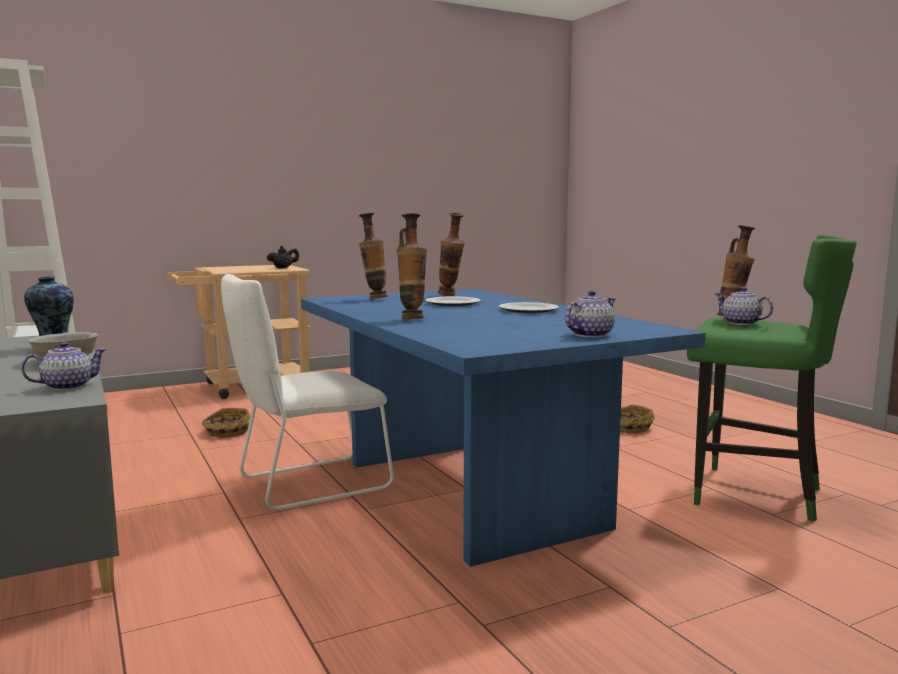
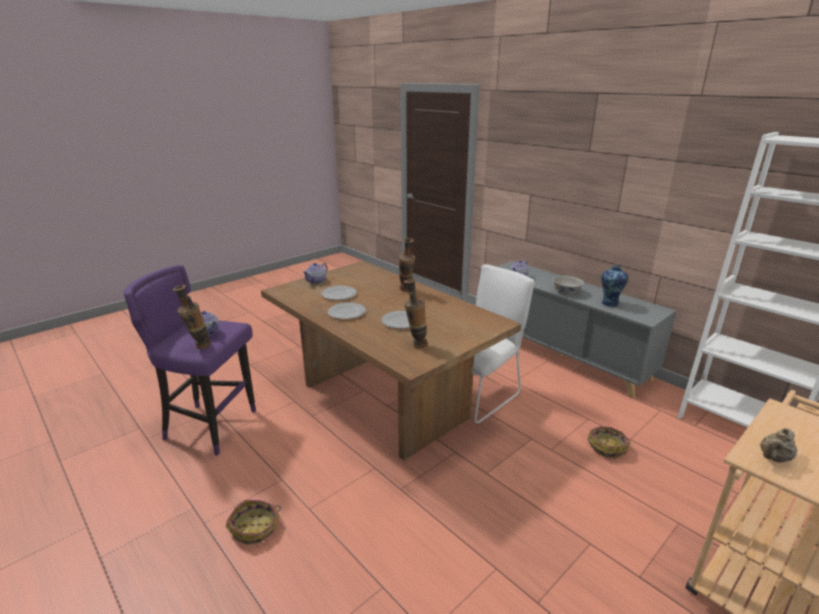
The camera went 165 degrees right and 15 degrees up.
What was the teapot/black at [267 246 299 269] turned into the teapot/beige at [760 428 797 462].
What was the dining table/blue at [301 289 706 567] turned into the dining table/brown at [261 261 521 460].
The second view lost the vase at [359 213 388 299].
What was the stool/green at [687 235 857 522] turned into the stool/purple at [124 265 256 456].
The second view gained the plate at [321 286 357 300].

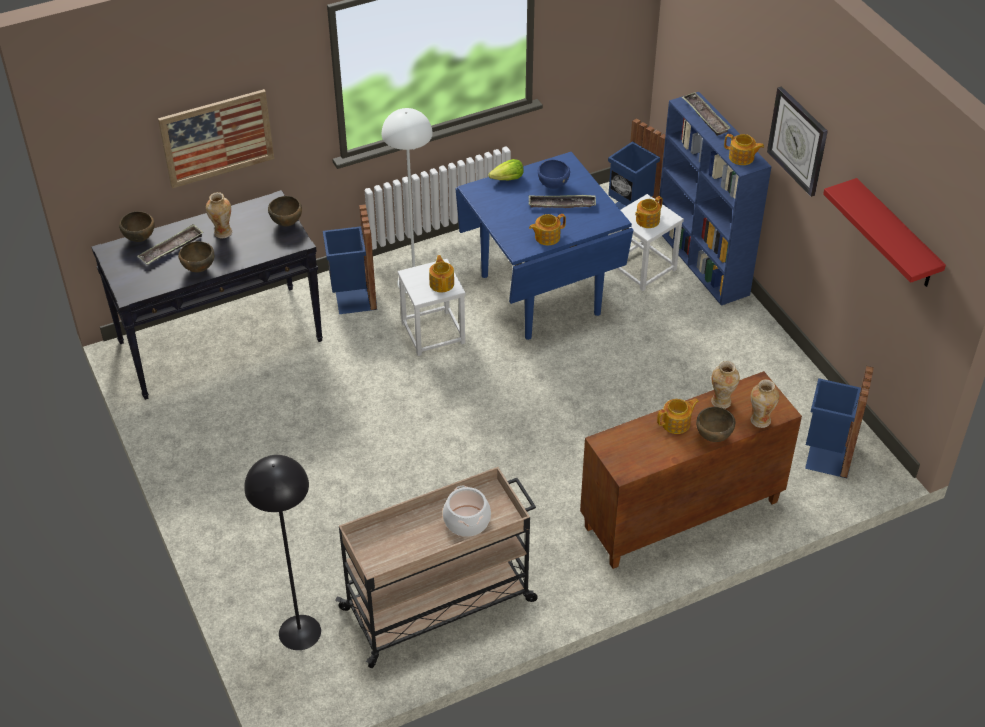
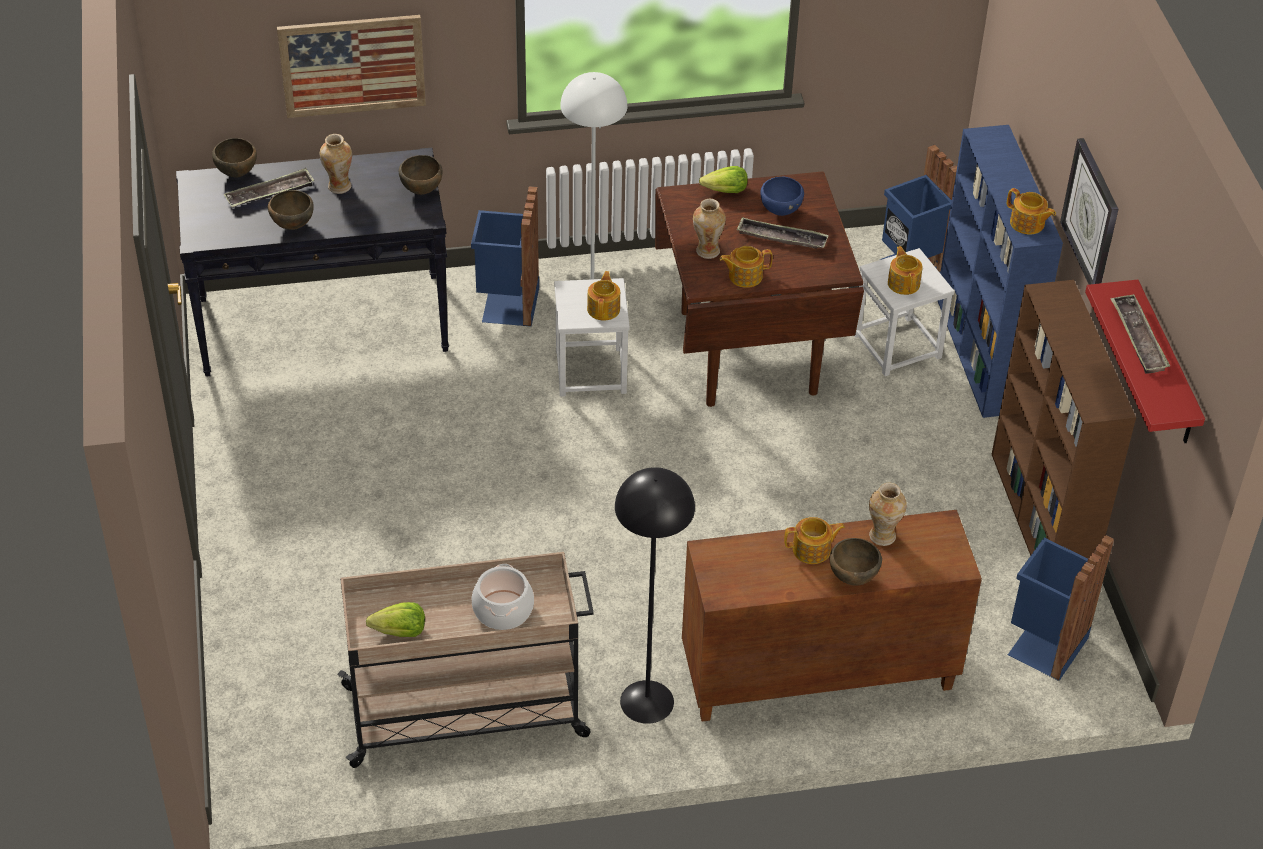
The camera went 15 degrees right and 0 degrees up.
The floor lamp/black ended up elsewhere, having gone from [244 455 321 650] to [615 467 695 724].
What was the dining table/blue at [455 152 633 340] turned into the dining table/brown at [655 171 864 407].
The teapot at [635 196 663 228] ended up facing another way, 105 degrees clockwise from before.
The tray ended up elsewhere, having gone from [682 92 730 136] to [1110 294 1170 374].
The vase ended up elsewhere, having gone from [751 379 779 428] to [693 198 726 259].
The second view gained the lettuce at [366 602 425 637].
The second view gained the bookcase/brown at [991 280 1136 558].

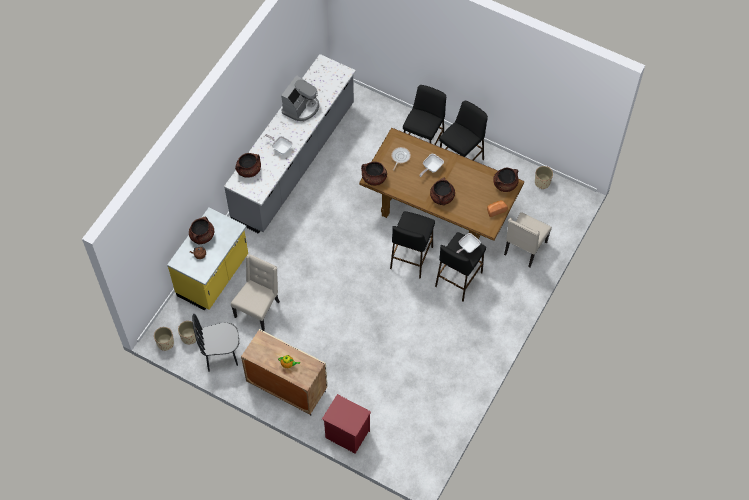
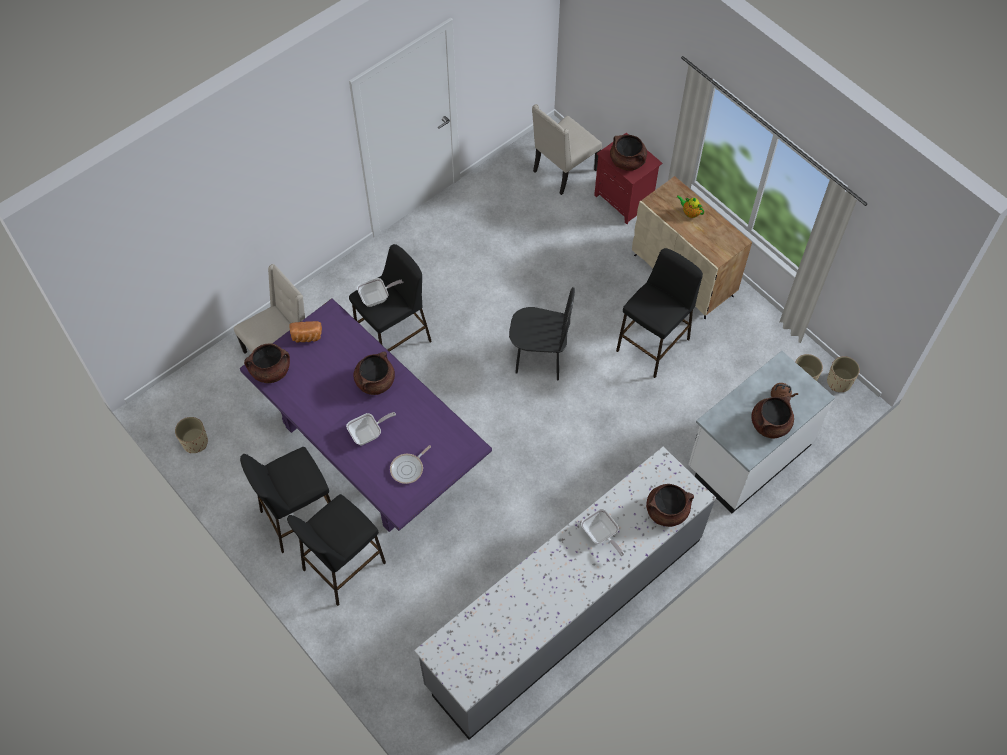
The camera went 160 degrees left and 0 degrees up.
What was the counter/yellow at [167 207 248 310] turned into the counter/white at [688 351 835 513].
The chair/black ended up elsewhere, having gone from [192 314 239 371] to [509 287 575 380].
The chair/beige ended up elsewhere, having gone from [231 254 280 331] to [532 104 602 195].
The second view lost the coffee machine at [281 75 319 121].
What was the dining table/brown at [359 128 524 241] turned into the dining table/purple at [240 298 492 532].
The cooking pot/brown ended up elsewhere, having gone from [361 161 387 186] to [610 135 647 171].
The stool/black ended up elsewhere, having gone from [390 211 435 279] to [616 248 703 378].

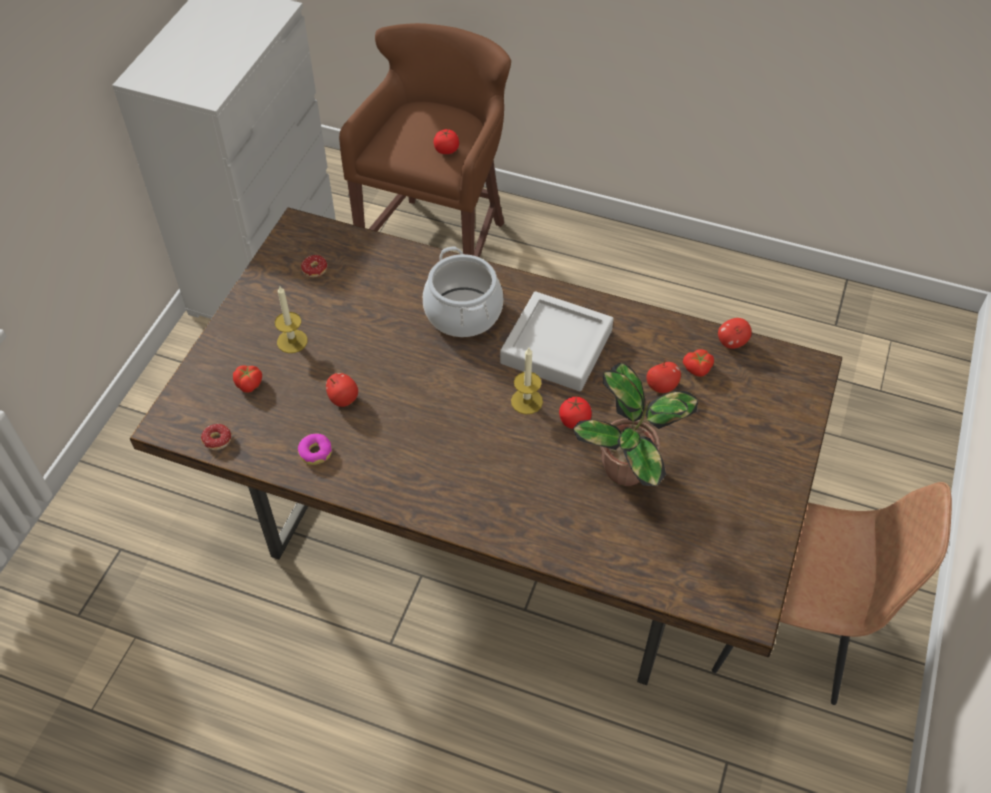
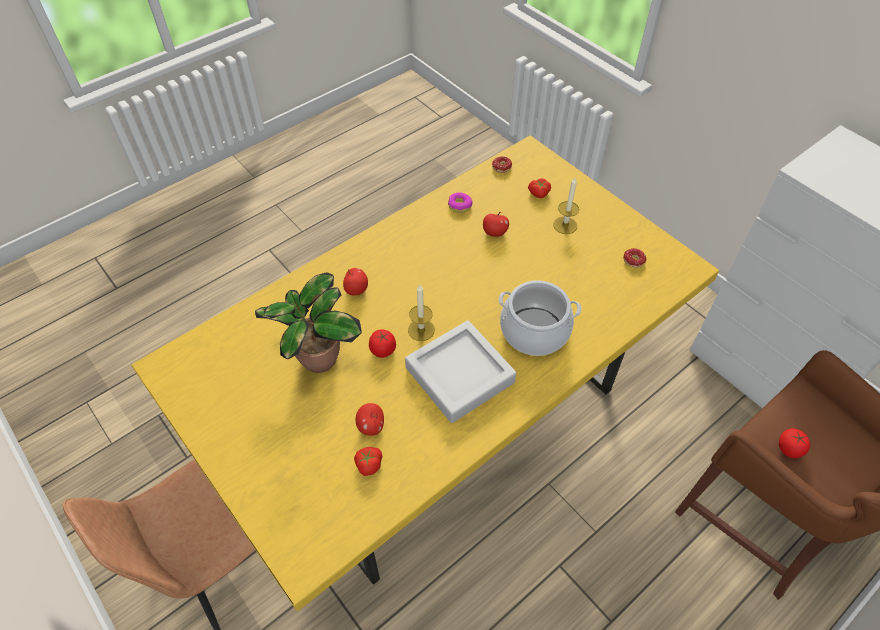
The camera went 120 degrees right and 0 degrees up.
What was the dining table/brown at [130 207 842 685] turned into the dining table/yellow at [132 135 719 611].
The apple ended up elsewhere, having gone from [718 318 752 349] to [343 268 368 296].

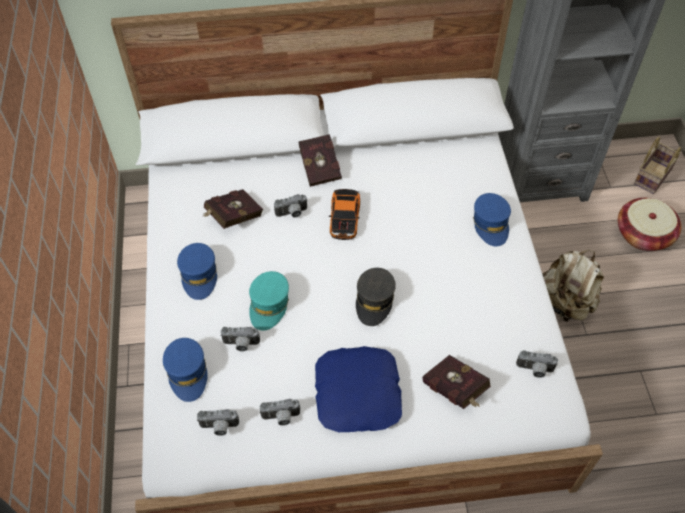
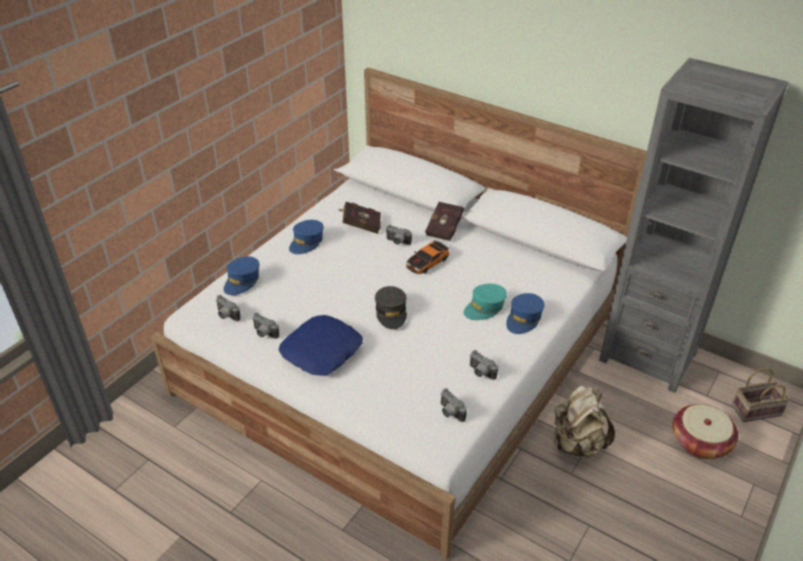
The camera went 40 degrees right and 15 degrees down.
The photo camera ended up elsewhere, having gone from [220 327 260 352] to [470 350 498 380].
The cap/turquoise ended up elsewhere, having gone from [249 271 289 331] to [464 284 507 320].
The cap/grey at [356 268 396 326] ended up facing another way, 60 degrees counterclockwise from before.
The second view lost the book/red at [422 355 491 409].

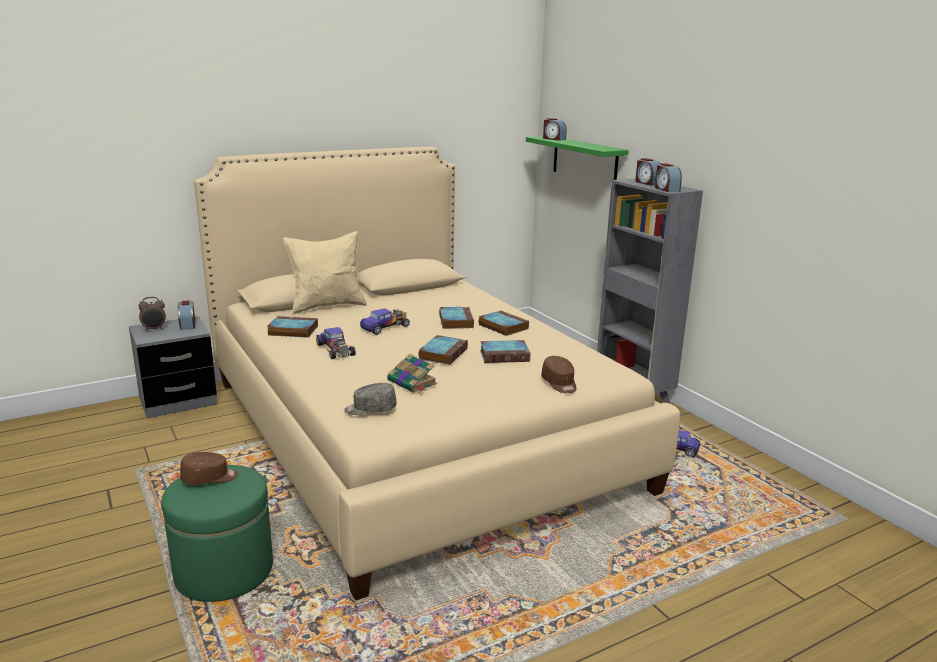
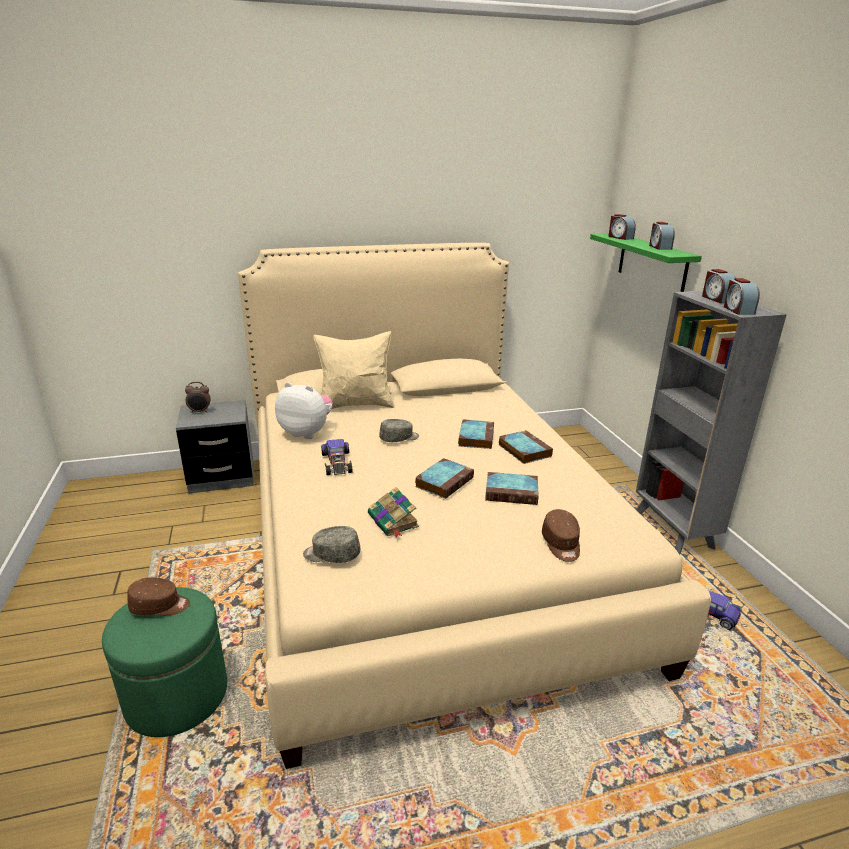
The camera went 15 degrees right and 5 degrees up.
The alarm clock ended up elsewhere, having gone from [178 301 195 330] to [649 222 675 250].
Where the book stood at [267 316 318 338], the plush toy came to stand at [275 382 333 439].
Where the toy car stood at [360 309 410 335], the cap/grey came to stand at [379 419 419 442].

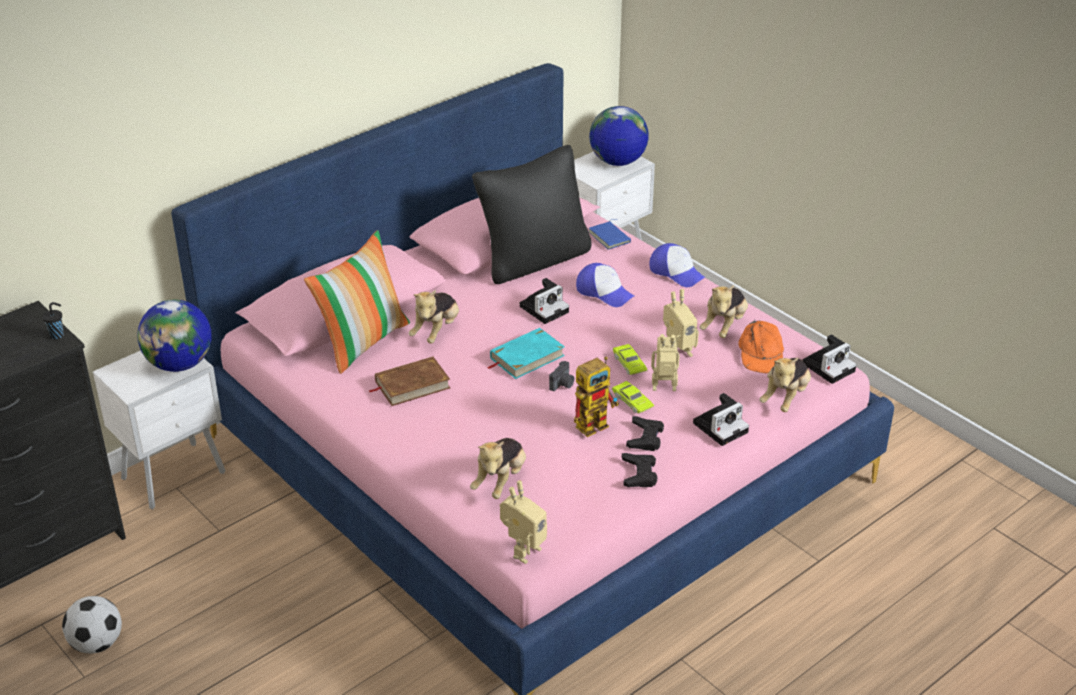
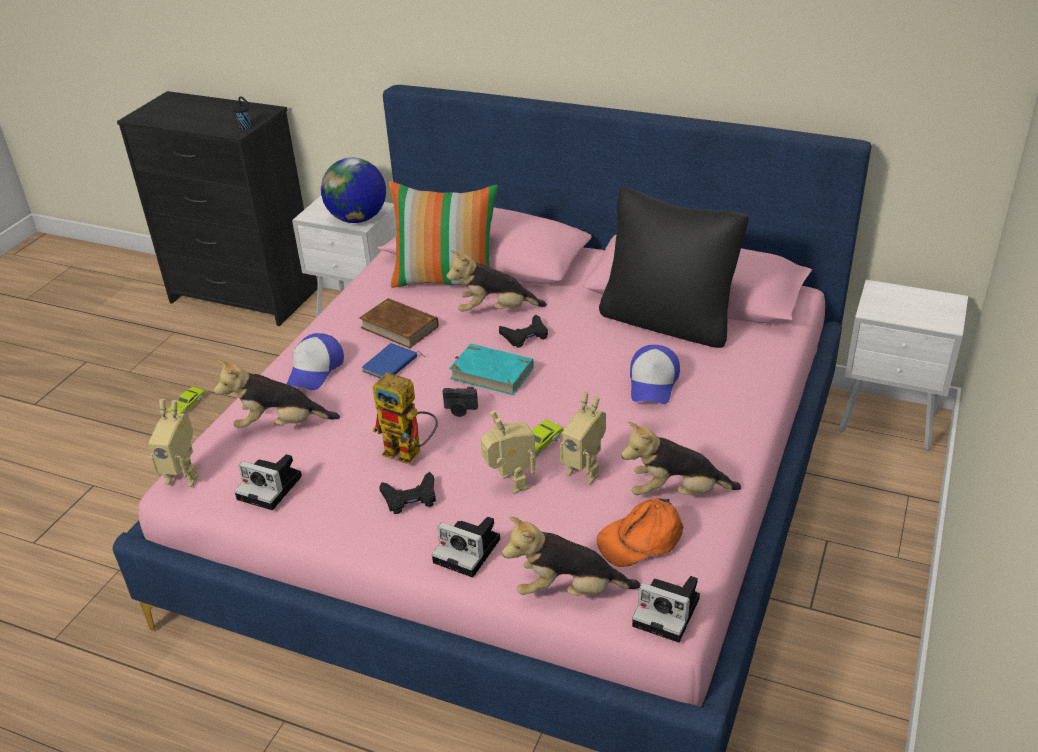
The camera went 65 degrees right and 0 degrees up.
The second view lost the football at [62 596 122 653].
The photo camera ended up elsewhere, having gone from [520 278 569 324] to [234 454 302 510].
The book/blue ended up elsewhere, having gone from [588 220 631 250] to [362 343 425 378].
The second view lost the globe at [589 106 649 166].
The toy car/green ended up elsewhere, having gone from [612 381 654 413] to [167 387 206 414].
The game controller/black ended up elsewhere, having gone from [622 453 658 487] to [499 315 548 348].
The cap ended up elsewhere, having gone from [649 243 706 287] to [287 333 344 390].

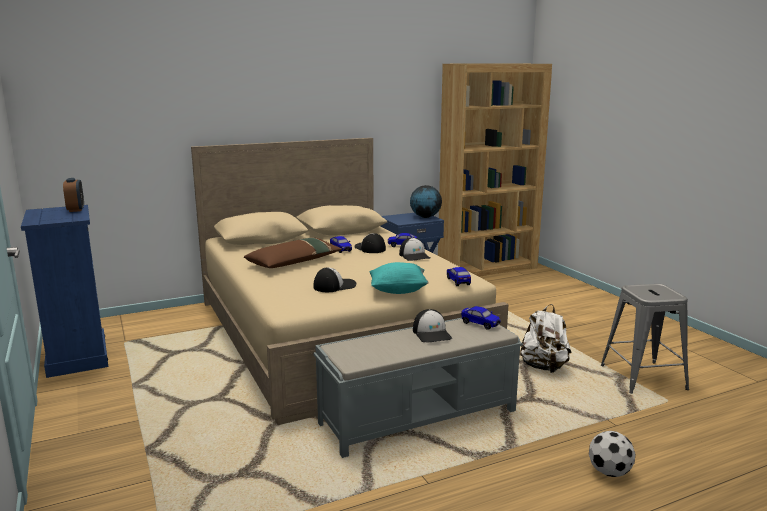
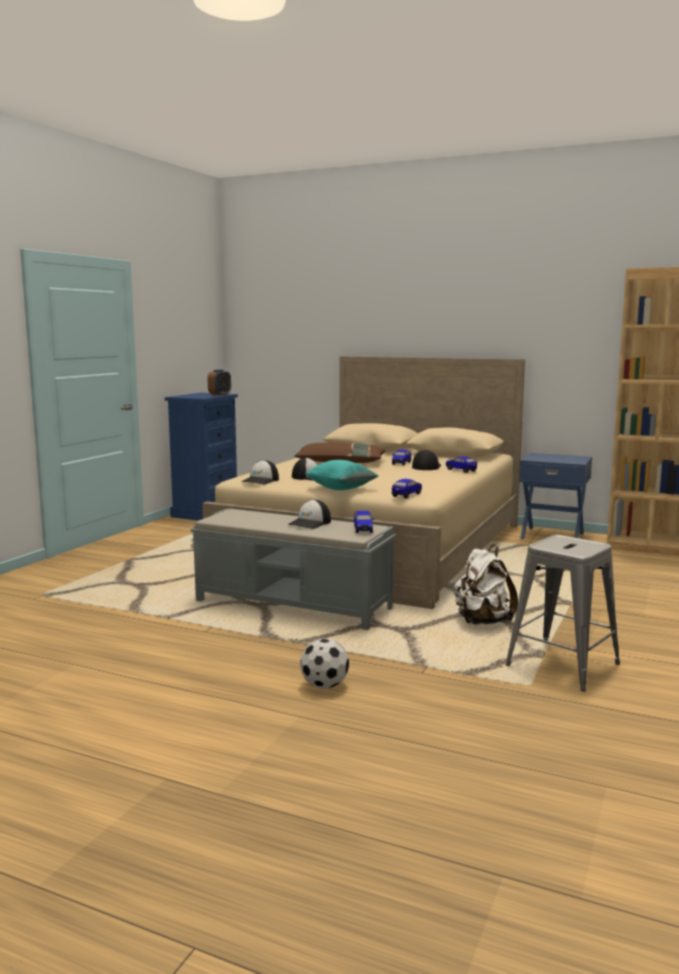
The camera went 50 degrees right and 5 degrees down.
The cap ended up elsewhere, having gone from [399 238 430 261] to [241 460 279 485].
The second view lost the globe at [410 185 442 218].

